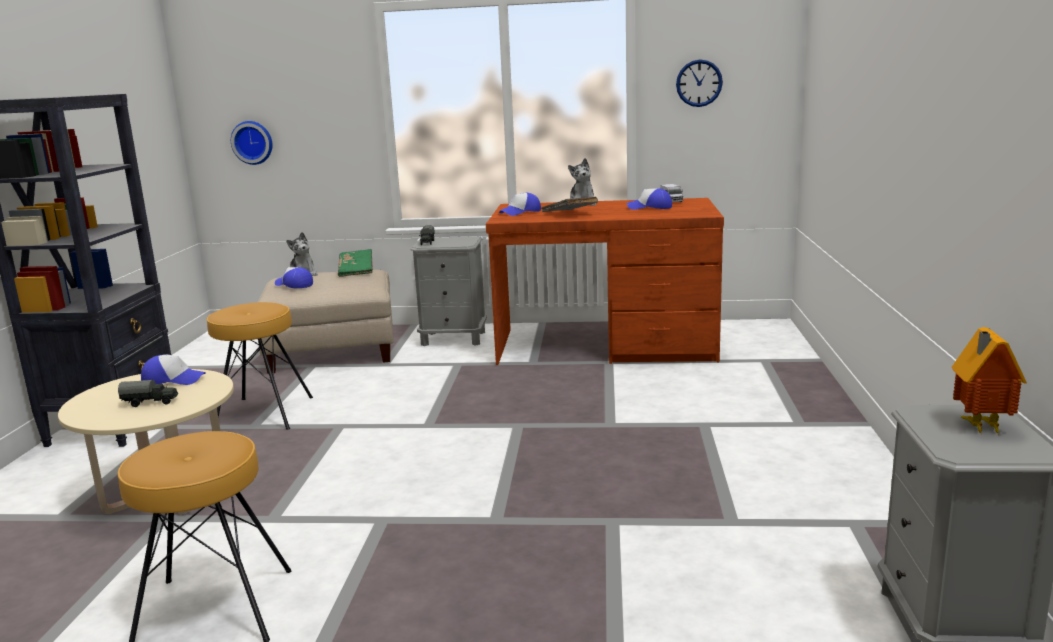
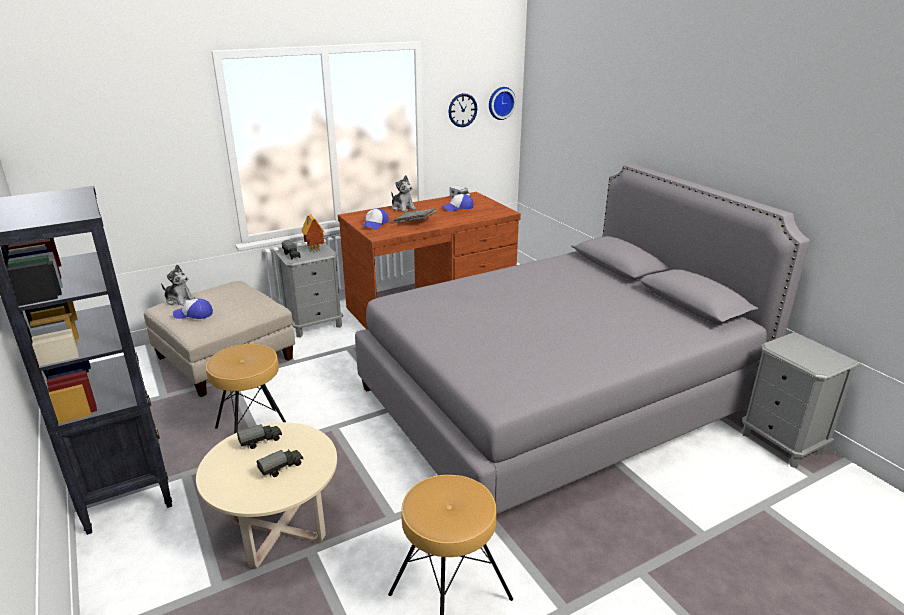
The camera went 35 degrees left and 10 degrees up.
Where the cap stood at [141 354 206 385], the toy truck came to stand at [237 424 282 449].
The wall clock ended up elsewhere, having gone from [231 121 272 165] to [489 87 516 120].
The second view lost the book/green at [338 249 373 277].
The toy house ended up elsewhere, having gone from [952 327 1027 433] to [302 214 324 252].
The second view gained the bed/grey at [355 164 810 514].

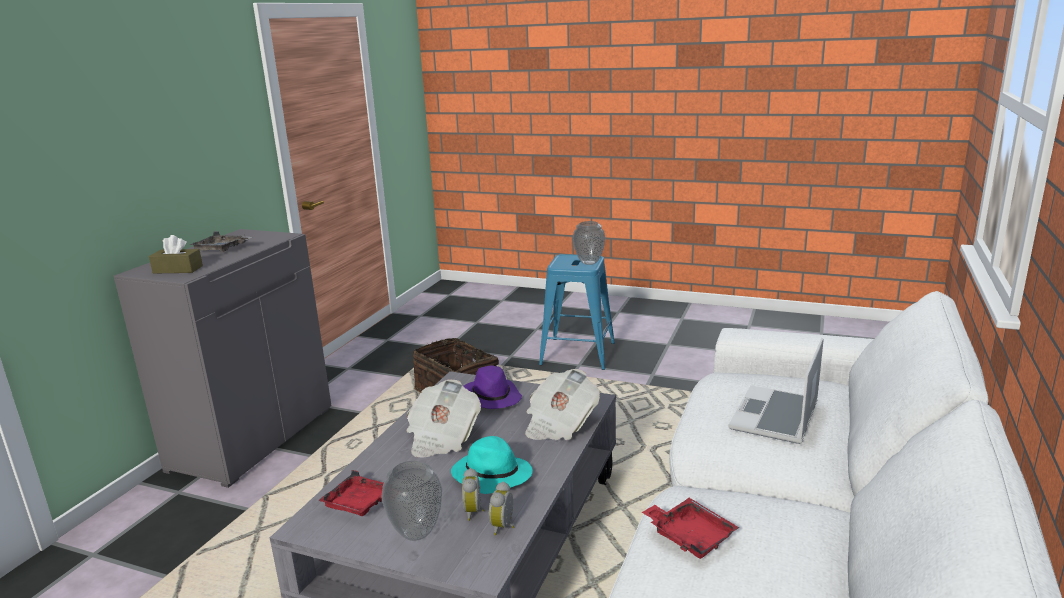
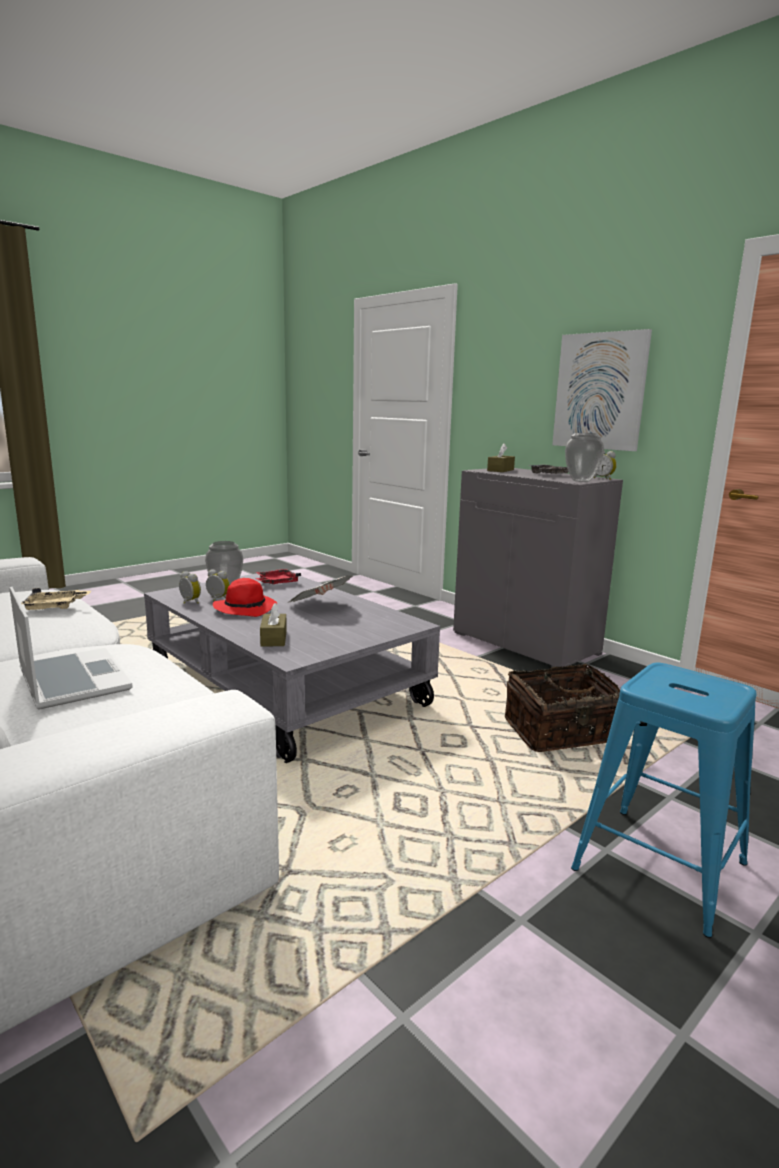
The camera went 115 degrees right and 5 degrees down.
What was the hat/turquoise at [451 436 533 494] turned into the hat/red at [213 578 277 617].
The second view lost the hat/purple at [463 365 522 409].
Where the newspaper stood at [525 369 600 440], the tissue box/brown came to stand at [260 603 287 647].
The vase ended up elsewhere, having gone from [573 221 606 265] to [565 433 604 482].
What was the tray/red at [642 498 739 559] turned into the tray/beige at [21 588 91 610].
The second view gained the picture at [552 329 652 451].
The second view gained the alarm clock at [594 451 617 480].

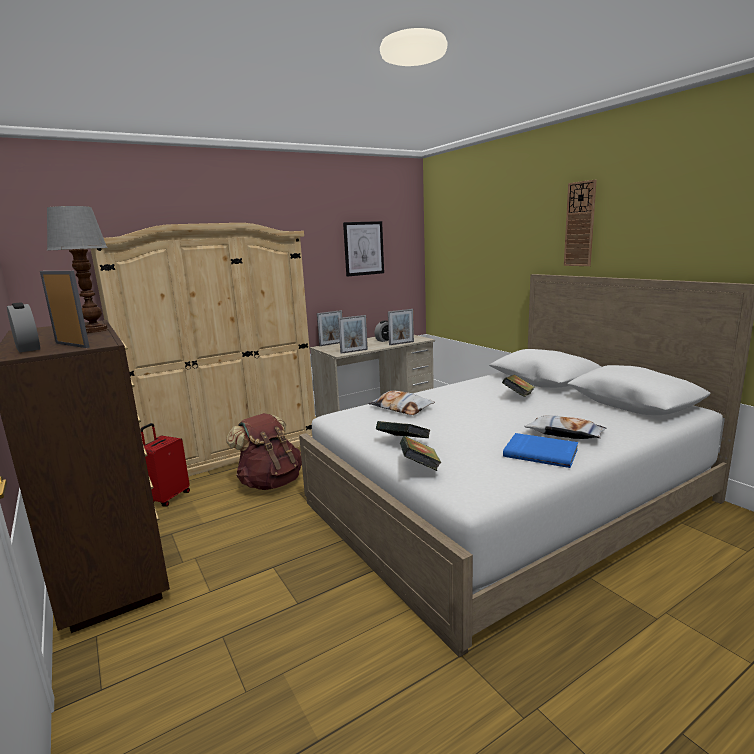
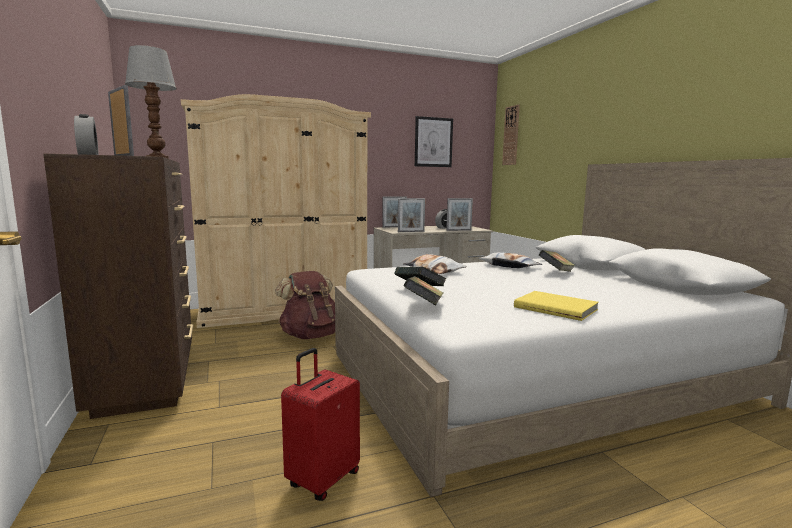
The camera went 10 degrees right and 5 degrees down.
The suitcase/red ended up elsewhere, having gone from [140 423 190 506] to [281 348 360 501].
What was the book/blue at [503 433 578 468] turned into the book/yellow at [514 291 599 321].
The pillow ended up elsewhere, having gone from [524 415 606 439] to [479 252 542 268].
The wall clock ended up elsewhere, having gone from [564 180 597 266] to [502 104 520 165].

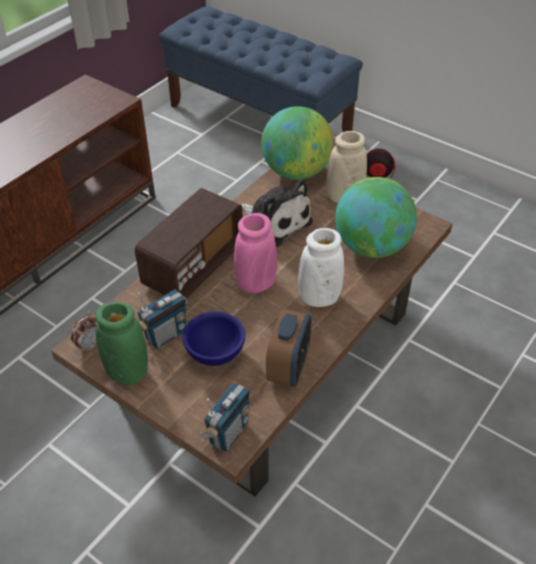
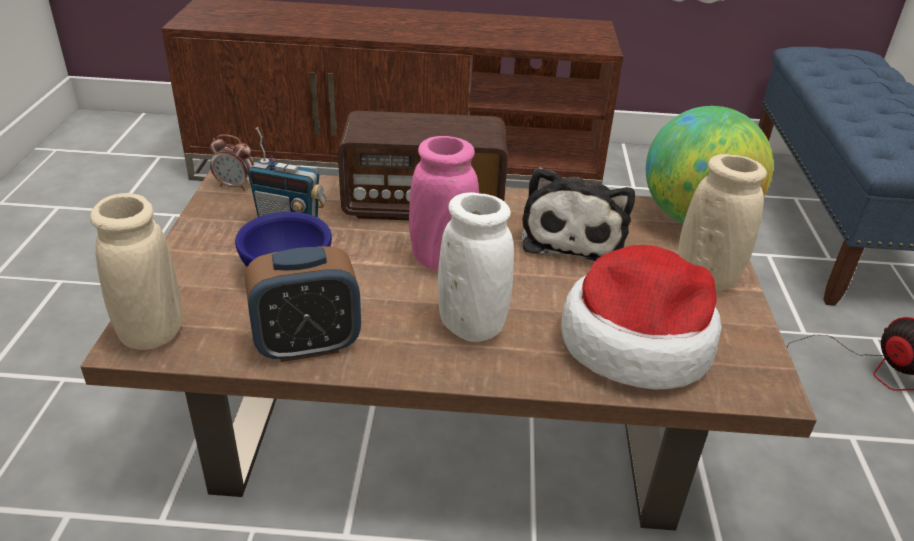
The camera went 55 degrees right and 10 degrees down.
The second view lost the vase/green at [95 302 148 385].
Where the radio stood at [200 382 250 452], the vase/beige came to stand at [90 193 182 350].
Where the globe stood at [335 177 417 258], the hat came to stand at [561 245 722 390].

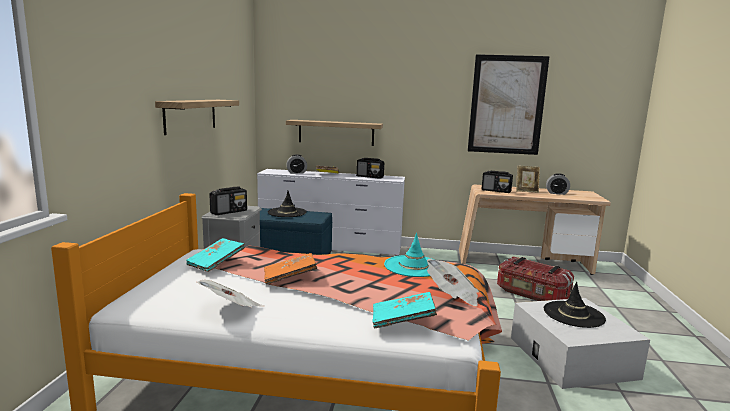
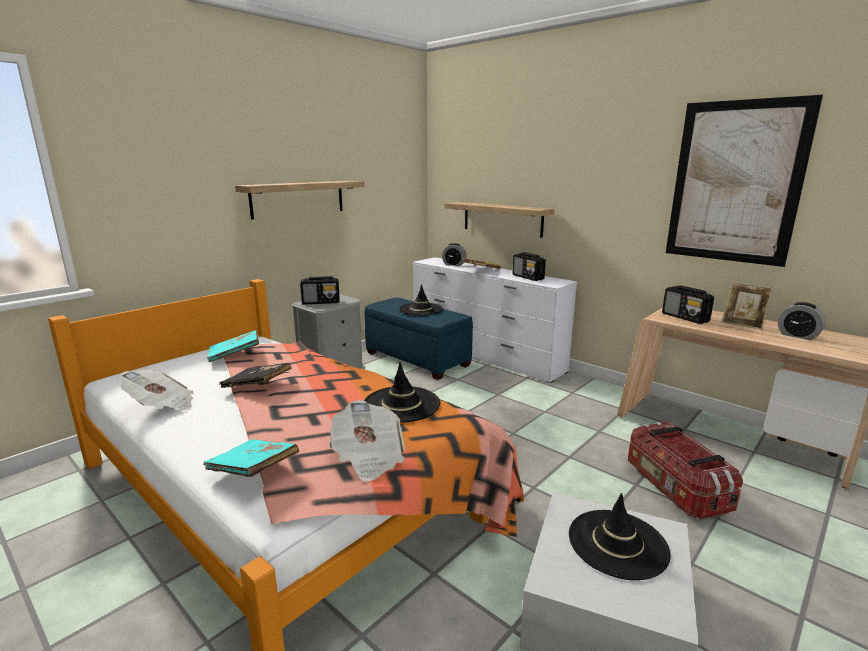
The camera went 35 degrees right and 5 degrees up.
What was the book/orange at [264 253 317 285] turned into the book/black at [219 363 292 388].
What was the hat/turquoise at [384 233 432 277] turned into the hat/black at [364 362 440 423].

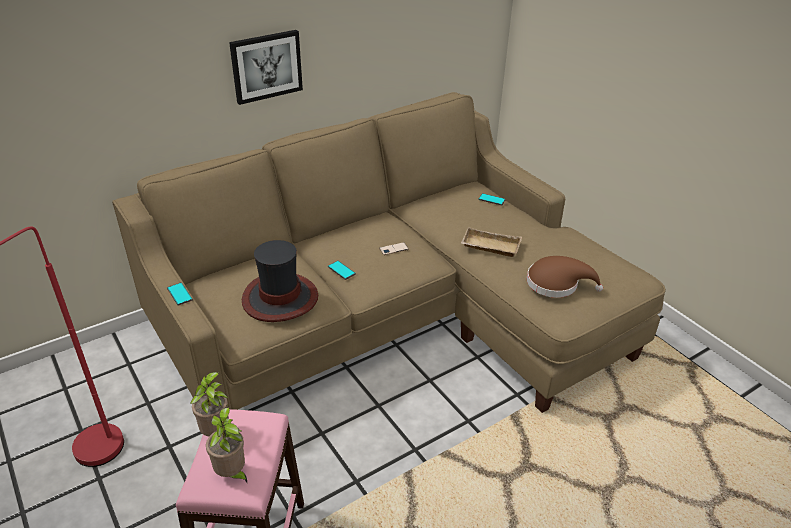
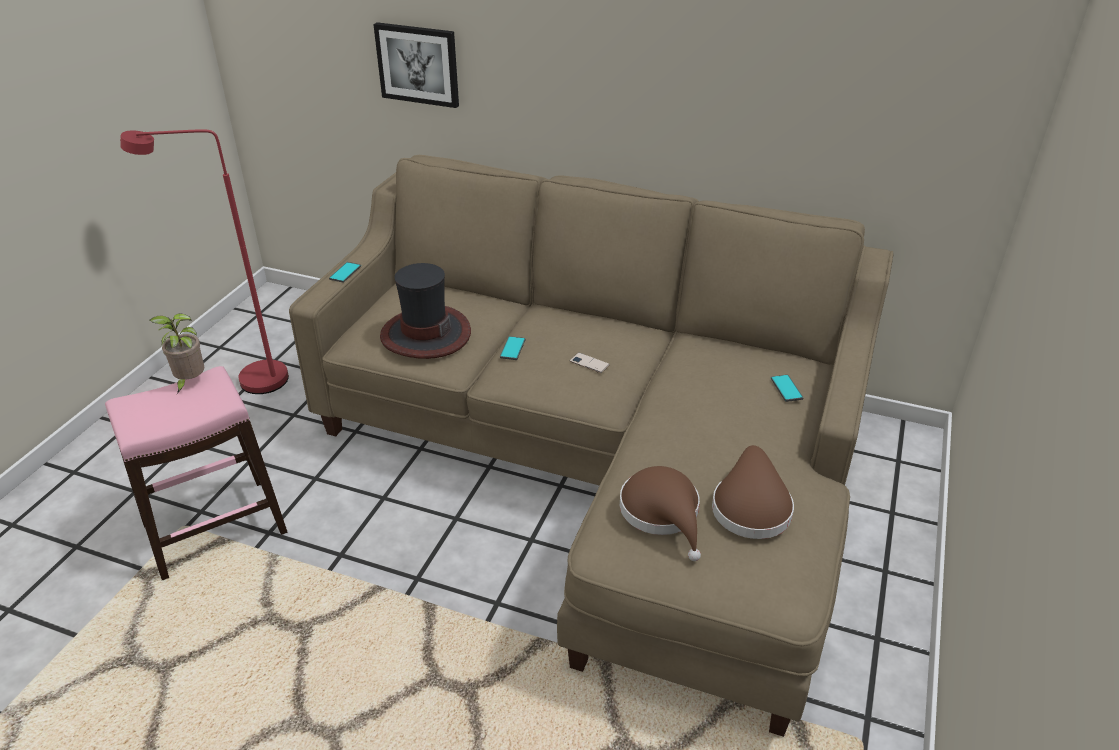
The camera went 55 degrees right and 0 degrees up.
The second view lost the potted plant at [206 407 248 484].
The picture ended up elsewhere, having gone from [229 30 303 105] to [373 22 459 108].
The second view lost the tray/beige at [461 227 522 257].
The second view gained the hat/brown at [712 445 794 539].

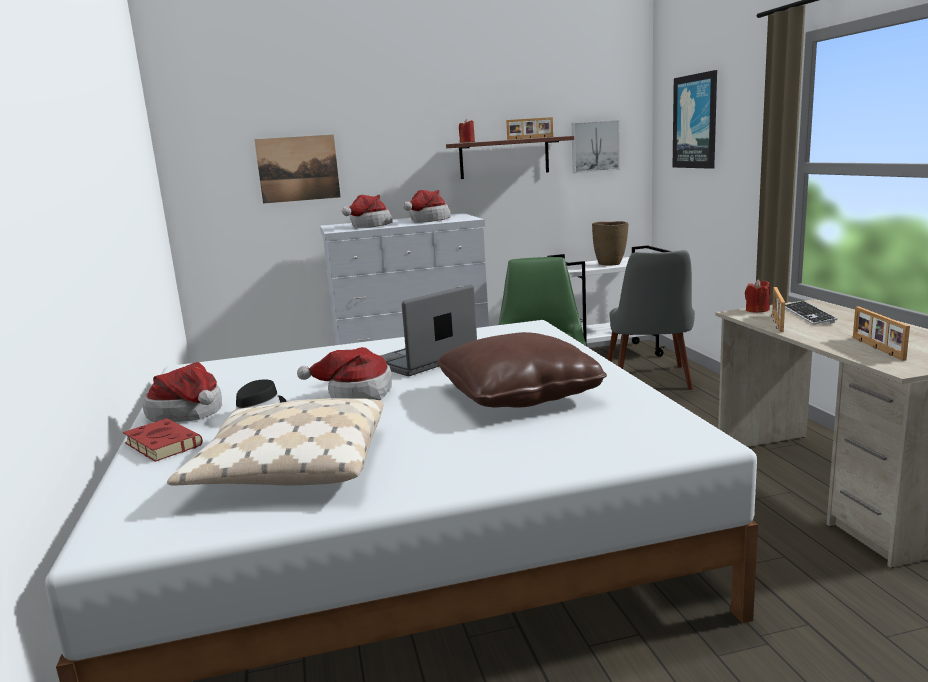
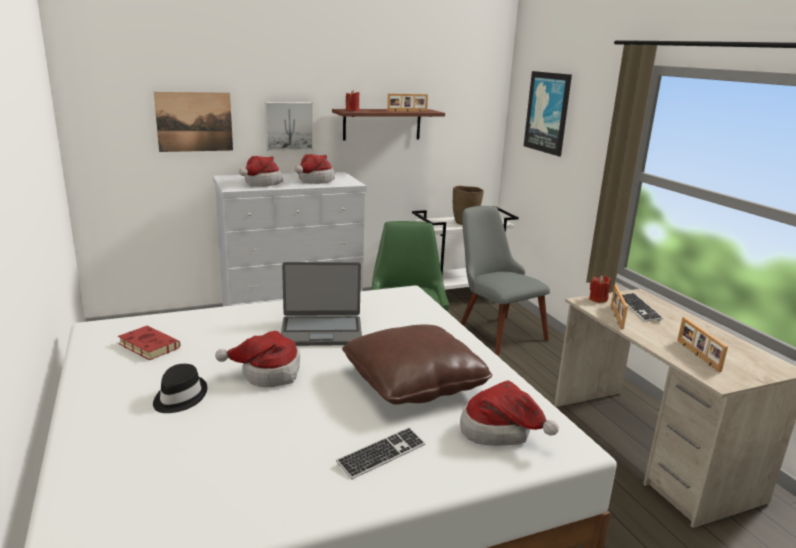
The camera went 10 degrees left and 5 degrees up.
The book/red ended up elsewhere, having gone from [123 418 203 462] to [118 326 180 360].
The hat ended up elsewhere, having gone from [143 362 222 422] to [460 380 559 446].
The second view lost the pillow/beige at [167 398 384 485].
The laptop at [380 285 477 376] ended up facing another way, 135 degrees counterclockwise from before.
The picture ended up elsewhere, having gone from [572 120 620 173] to [265 102 313 151].
The chair/grey at [608 250 695 390] ended up facing another way, 150 degrees clockwise from before.
The second view gained the keyboard at [336 427 425 479].

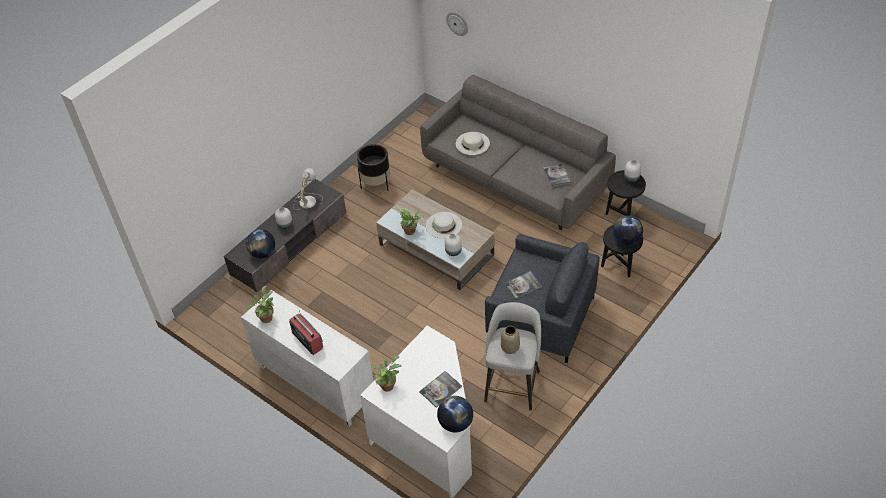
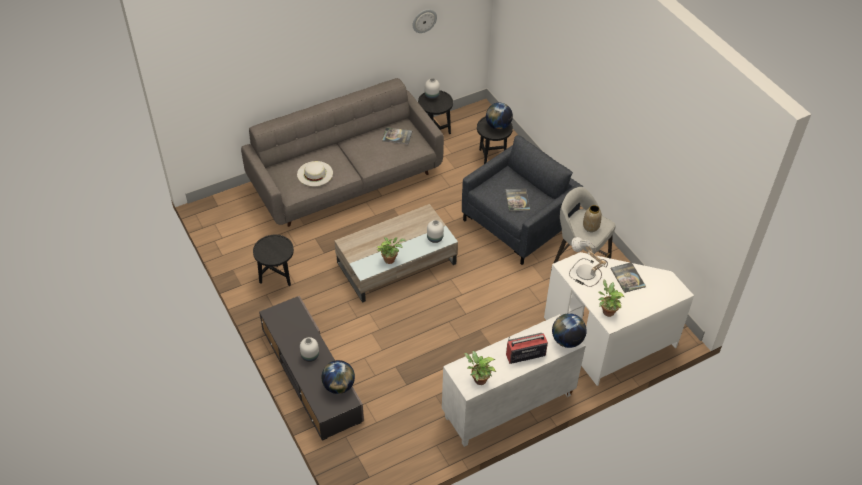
The camera went 70 degrees left and 0 degrees up.
The table lamp ended up elsewhere, having gone from [293 168 323 210] to [569 237 608 287].
Where the planter/black stood at [357 144 390 191], the side table/black came to stand at [253 235 294 286].
The second view lost the hat/white at [426 212 462 239].
The globe ended up elsewhere, having gone from [437 396 473 432] to [552 313 587 348].
The wall clock ended up elsewhere, having gone from [446 12 468 36] to [413 9 437 33].

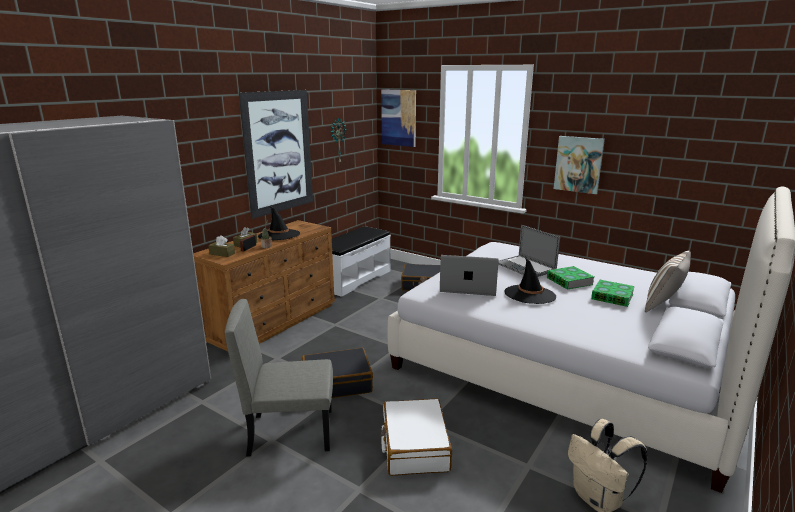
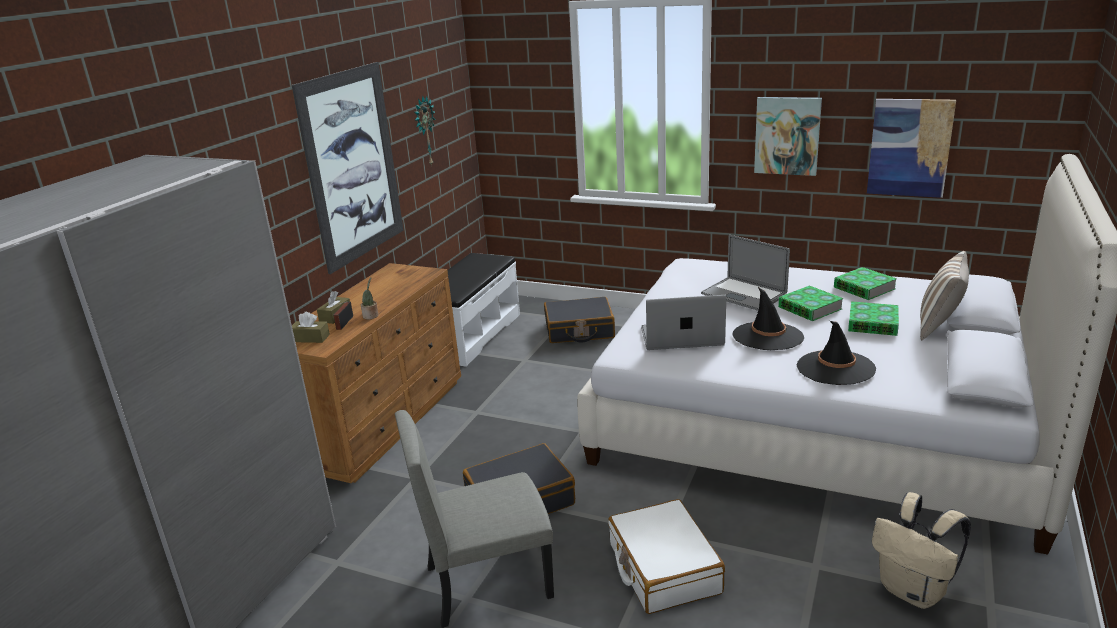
The camera went 10 degrees left and 5 degrees up.
The hat/black ended up elsewhere, having gone from [258 206 300 240] to [797 321 876 385].
The picture ended up elsewhere, having gone from [381 89 416 147] to [867 99 956 198].
The second view gained the book at [834 267 897 300].

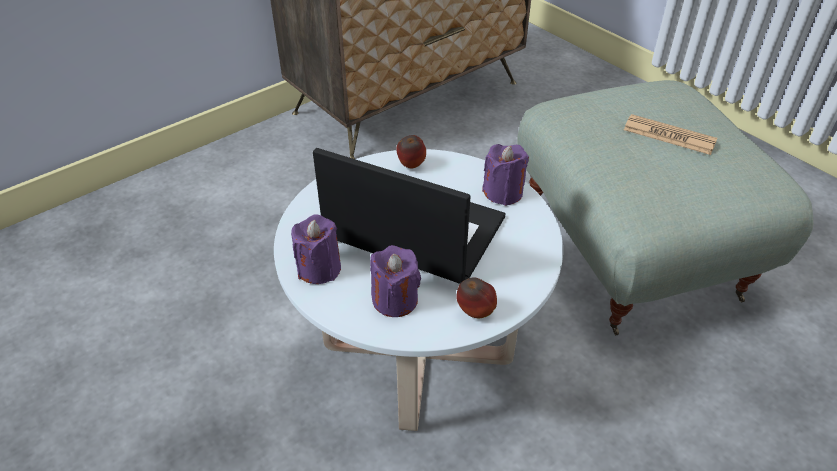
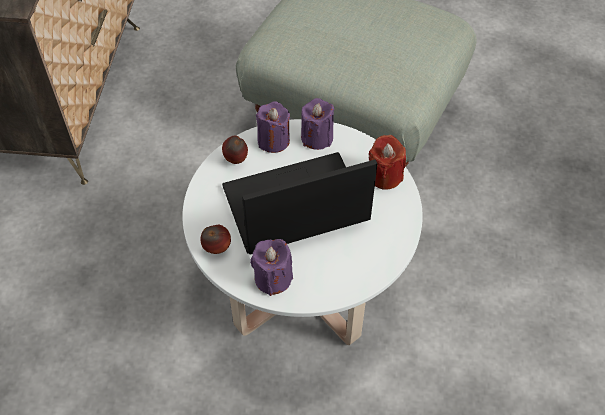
The camera went 45 degrees left and 10 degrees up.
The candle/purple ended up elsewhere, having gone from [370 245 421 317] to [256 101 290 153].
The apple ended up elsewhere, having gone from [456 277 497 318] to [201 225 231 254].
The second view lost the newspaper at [624 114 717 155].
The second view gained the candle/red at [369 135 406 190].

